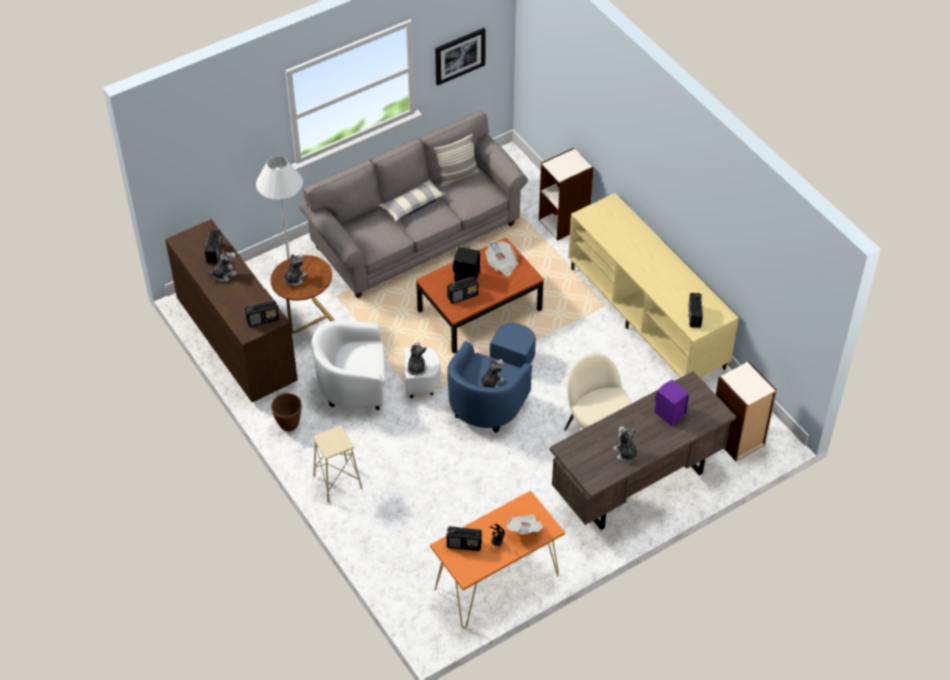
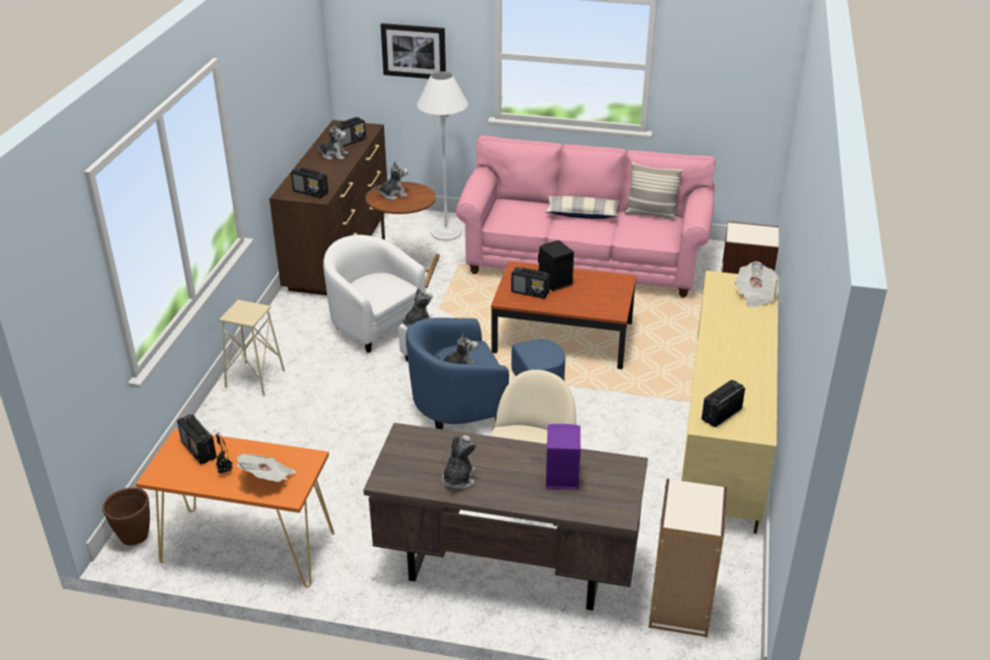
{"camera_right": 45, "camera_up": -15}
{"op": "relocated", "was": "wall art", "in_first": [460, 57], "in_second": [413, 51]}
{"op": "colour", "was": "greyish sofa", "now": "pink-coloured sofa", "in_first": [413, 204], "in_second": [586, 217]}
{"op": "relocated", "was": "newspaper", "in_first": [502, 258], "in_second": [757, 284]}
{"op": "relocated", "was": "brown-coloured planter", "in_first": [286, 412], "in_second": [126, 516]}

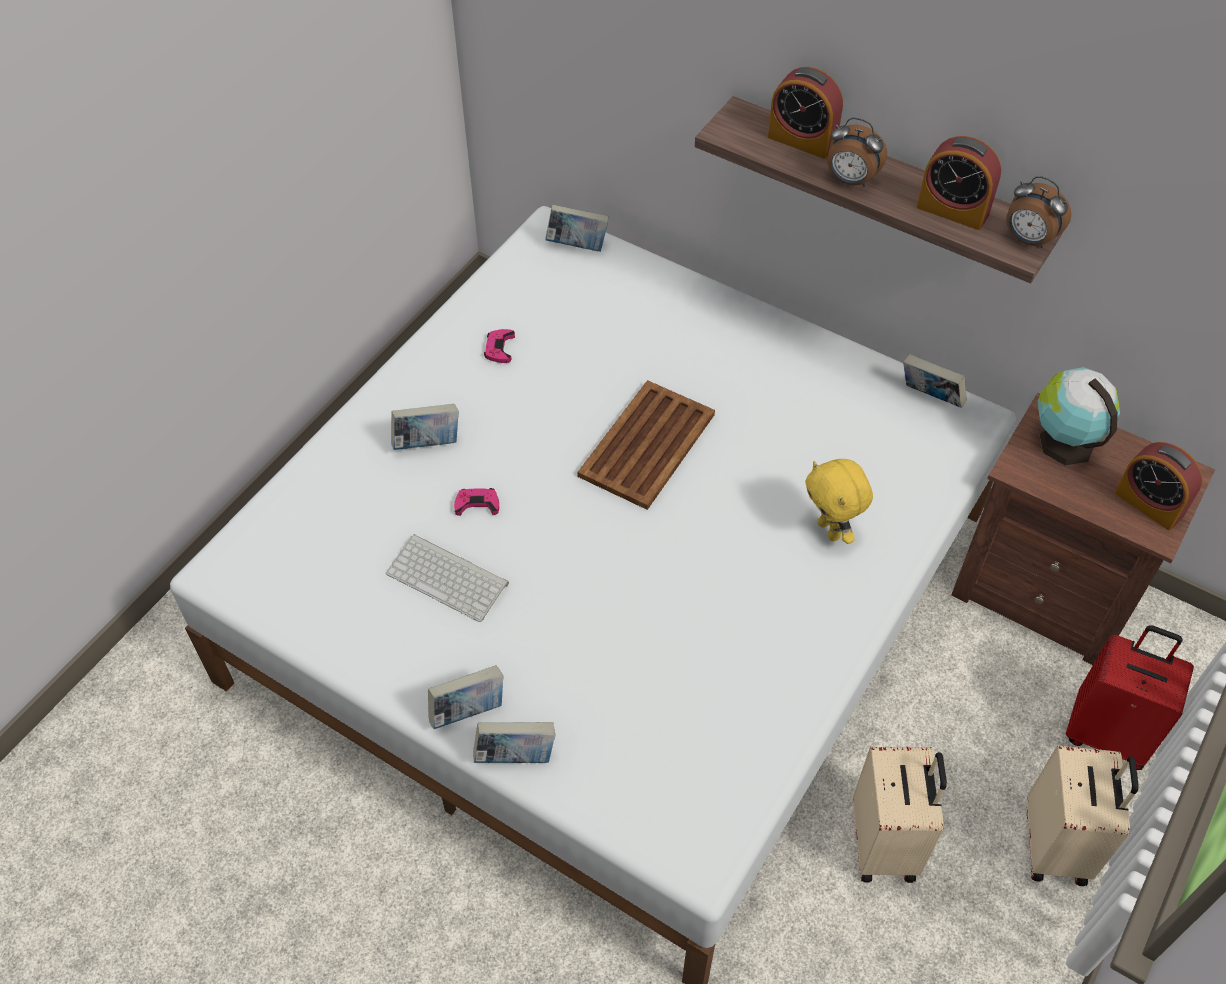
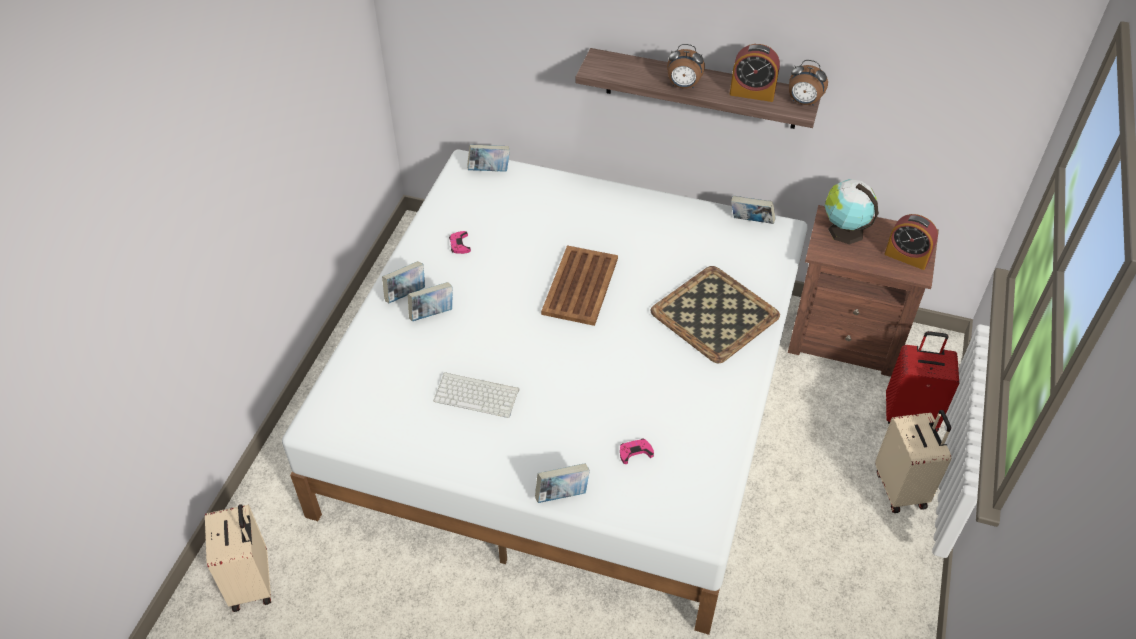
{"camera_right": -15, "camera_up": -5}
{"op": "missing", "was": "table clock", "in_first": [805, 113]}
{"op": "exchanged", "was": "yellow cuddly toy", "now": "tray", "in_first": [839, 501], "in_second": [715, 314]}
{"op": "relocated", "was": "pink-coloured joypad", "in_first": [476, 502], "in_second": [637, 451]}
{"op": "relocated", "was": "bound book", "in_first": [465, 697], "in_second": [403, 282]}
{"op": "relocated", "was": "beige piece of luggage", "in_first": [900, 815], "in_second": [238, 558]}

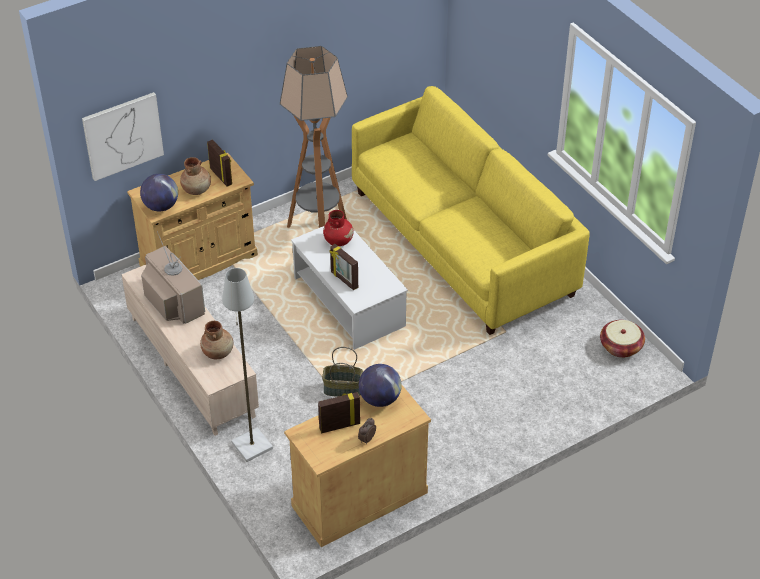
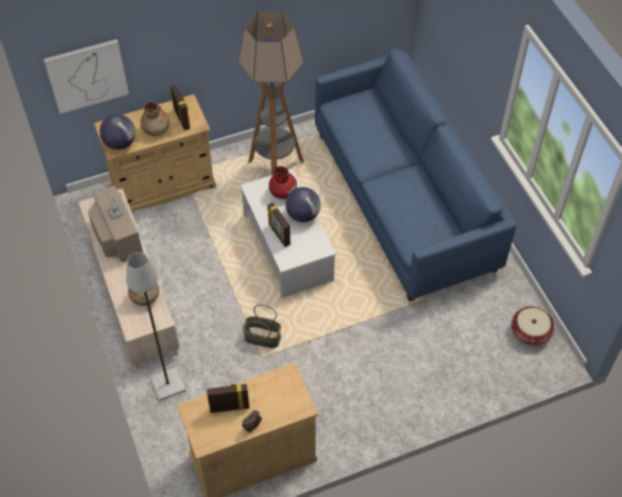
{"camera_right": 10, "camera_up": 10}
{"op": "colour", "was": "yellow sofa", "now": "bluish sofa", "in_first": [471, 210], "in_second": [416, 175]}
{"op": "relocated", "was": "world globe", "in_first": [380, 385], "in_second": [303, 204]}

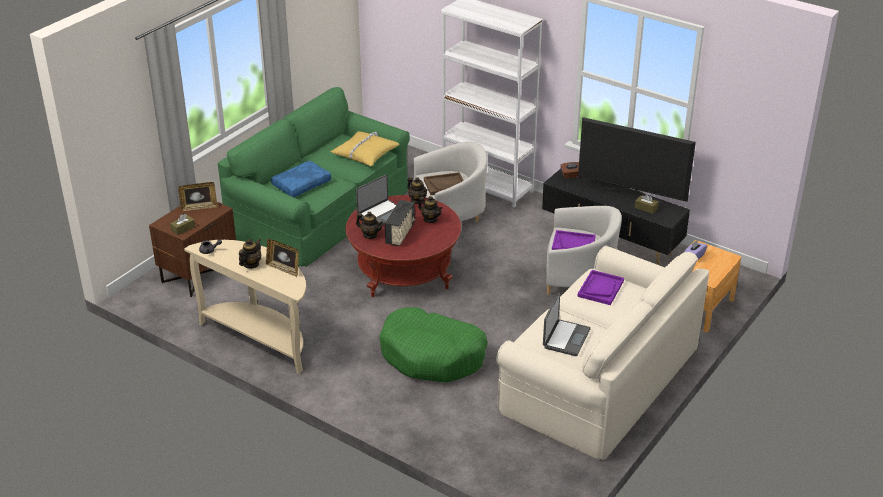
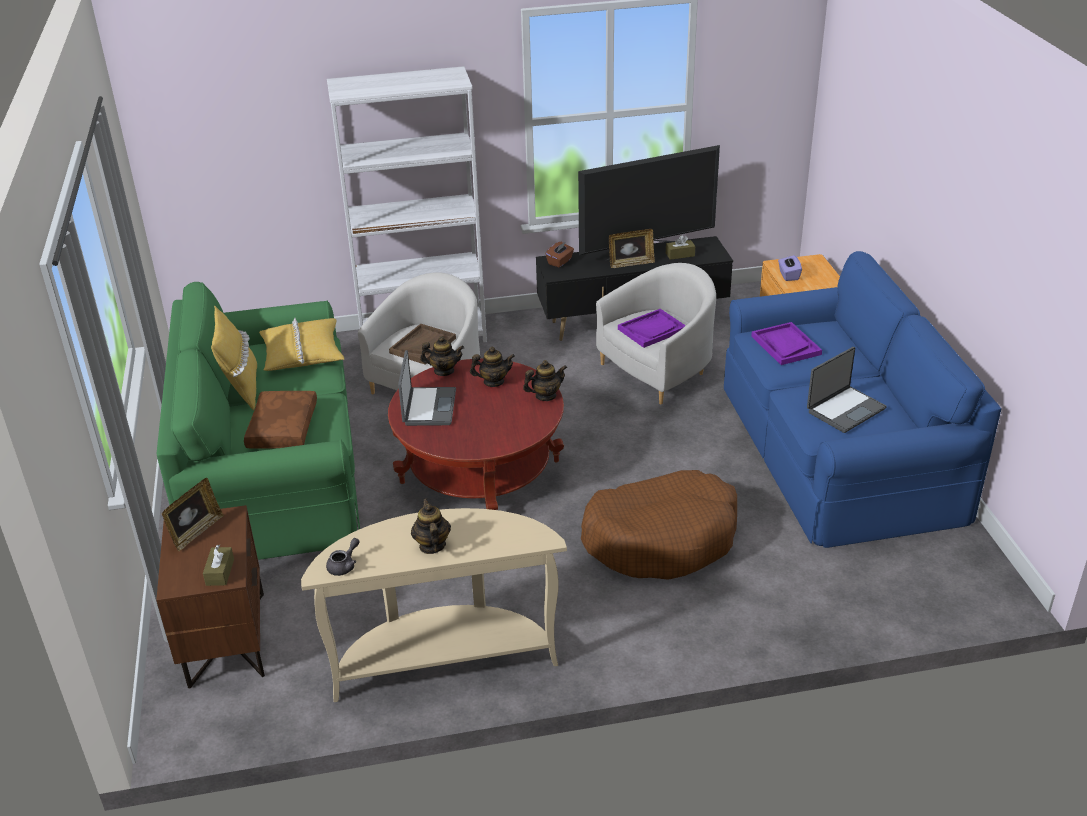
{"camera_right": -45, "camera_up": 0}
{"op": "colour", "was": "bluish cushion", "now": "brown-coloured cushion", "in_first": [301, 179], "in_second": [280, 420]}
{"op": "missing", "was": "radio set", "in_first": [400, 223]}
{"op": "relocated", "was": "tea pot", "in_first": [369, 225], "in_second": [545, 380]}
{"op": "relocated", "was": "photo frame", "in_first": [282, 258], "in_second": [632, 248]}
{"op": "colour", "was": "beige sofa", "now": "bluish sofa", "in_first": [602, 353], "in_second": [862, 399]}
{"op": "spun", "was": "notebook computer", "in_first": [567, 324], "in_second": [847, 390], "clockwise": 75}
{"op": "colour", "was": "green pet bed", "now": "brown-coloured pet bed", "in_first": [433, 344], "in_second": [659, 525]}
{"op": "appeared", "now": "yellow cushion", "in_second": [234, 358]}

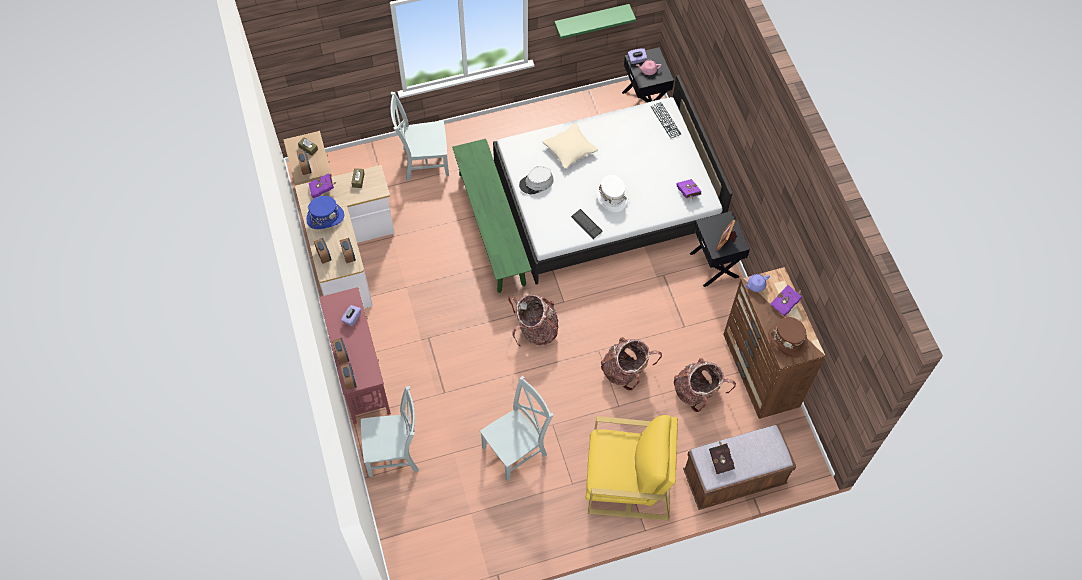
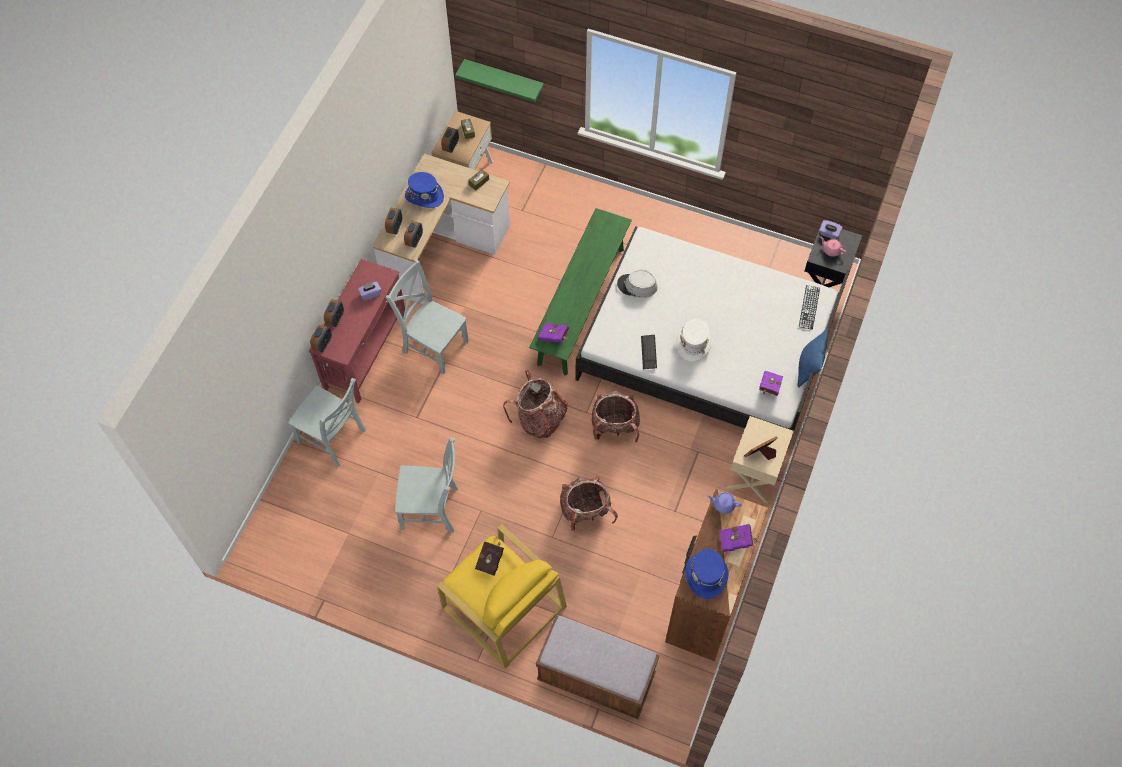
{"camera_right": 40, "camera_up": 0}
{"op": "relocated", "was": "green wall shelf", "in_first": [595, 21], "in_second": [499, 80]}
{"op": "relocated", "was": "greyish plain chair", "in_first": [419, 136], "in_second": [427, 317]}
{"op": "missing", "was": "beige cushion", "in_first": [570, 146]}
{"op": "relocated", "was": "purple-coloured bound book", "in_first": [322, 185], "in_second": [554, 332]}
{"op": "colour", "was": "black-coloured bedside table", "now": "beige bedside table", "in_first": [720, 249], "in_second": [760, 460]}
{"op": "colour", "was": "brown-coloured wearable hat", "now": "bluish wearable hat", "in_first": [788, 337], "in_second": [706, 574]}
{"op": "relocated", "was": "backpack", "in_first": [705, 385], "in_second": [616, 416]}
{"op": "relocated", "was": "red bound book", "in_first": [722, 457], "in_second": [489, 558]}
{"op": "appeared", "now": "bluish cushion", "in_second": [812, 358]}

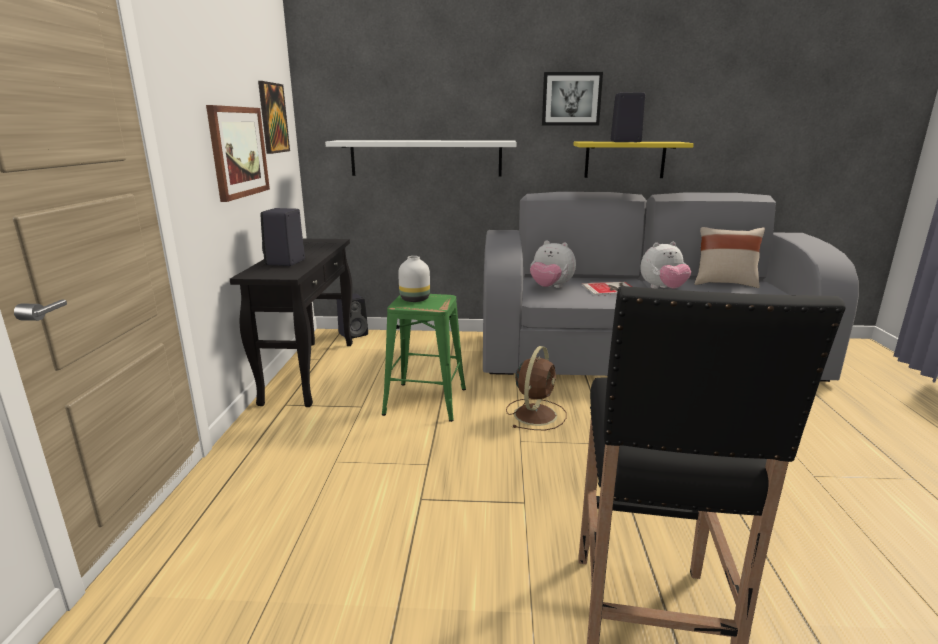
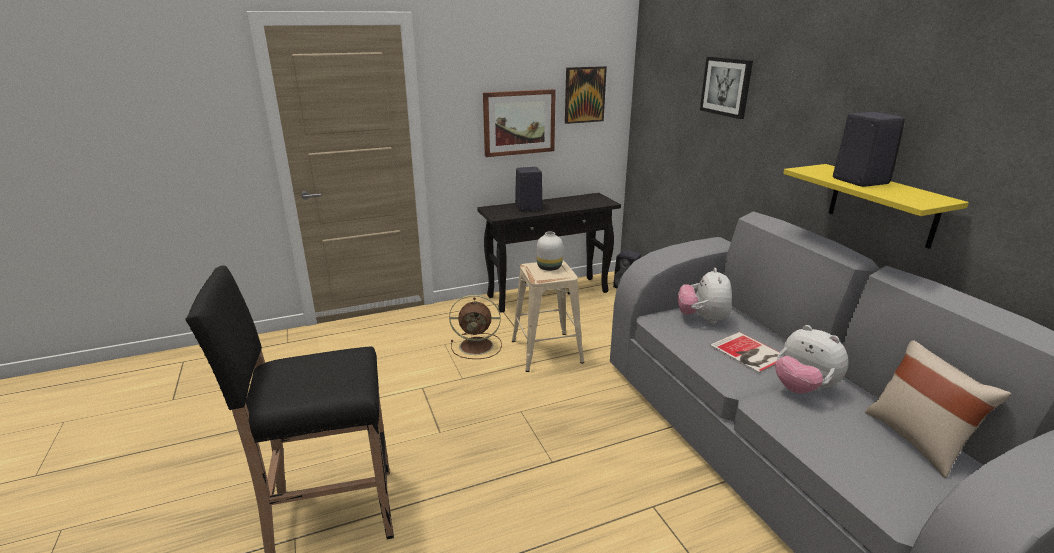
{"camera_right": 65, "camera_up": 5}
{"op": "relocated", "was": "wall art", "in_first": [572, 99], "in_second": [726, 88]}
{"op": "missing", "was": "whitish wall shelf", "in_first": [421, 158]}
{"op": "colour", "was": "green sitting stool", "now": "beige sitting stool", "in_first": [424, 358], "in_second": [548, 316]}
{"op": "relocated", "was": "brown-coloured fan", "in_first": [536, 388], "in_second": [475, 327]}

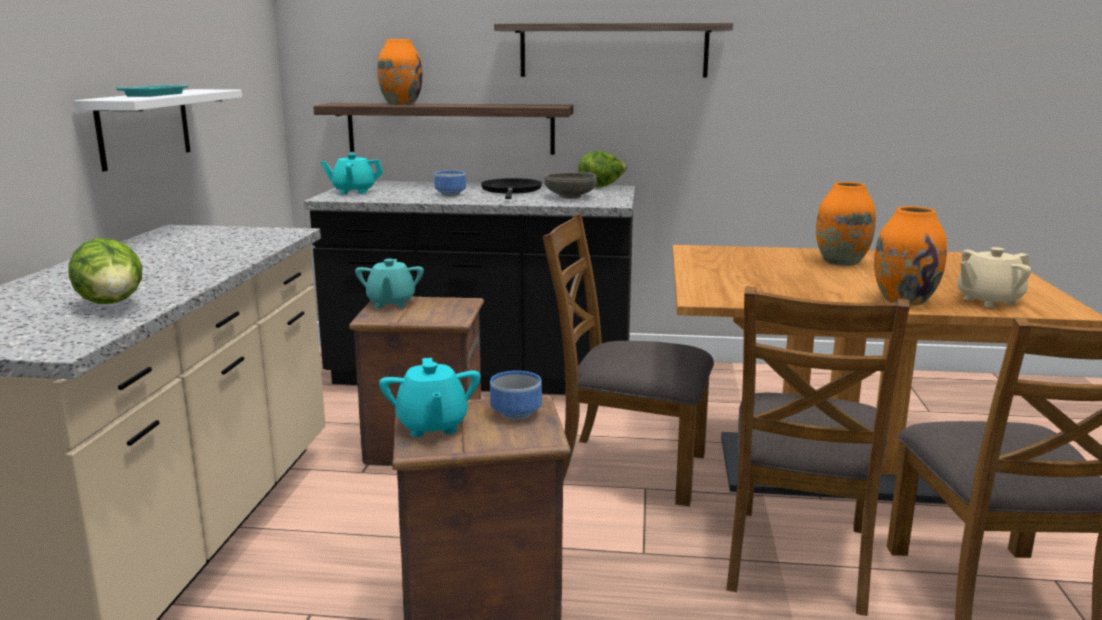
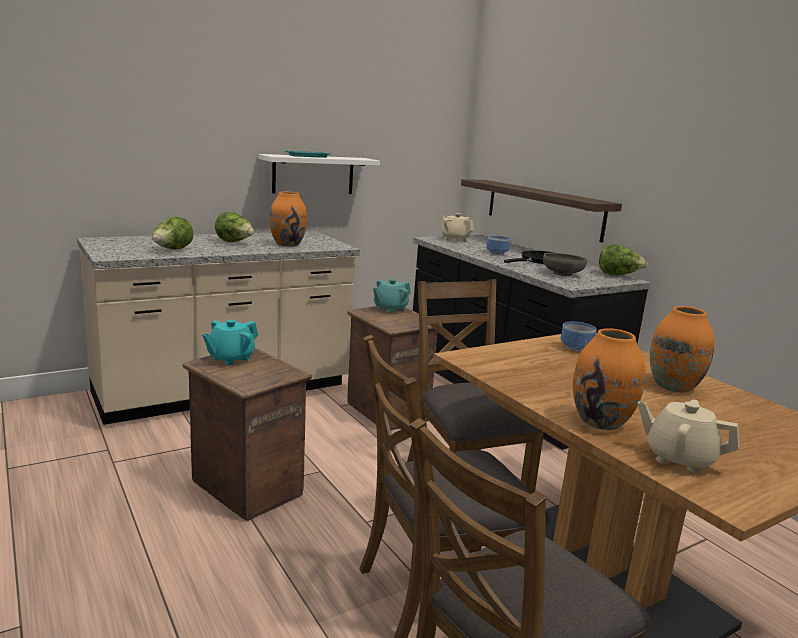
{"camera_right": 50, "camera_up": 0}
{"op": "missing", "was": "wall shelf", "in_first": [613, 50]}
{"op": "relocated", "was": "orangey vase", "in_first": [400, 72], "in_second": [288, 219]}
{"op": "colour", "was": "turquoise tea pot", "now": "beige tea pot", "in_first": [351, 173], "in_second": [457, 227]}
{"op": "relocated", "was": "deep dish", "in_first": [516, 395], "in_second": [578, 336]}
{"op": "appeared", "now": "lettuce head", "in_second": [234, 227]}

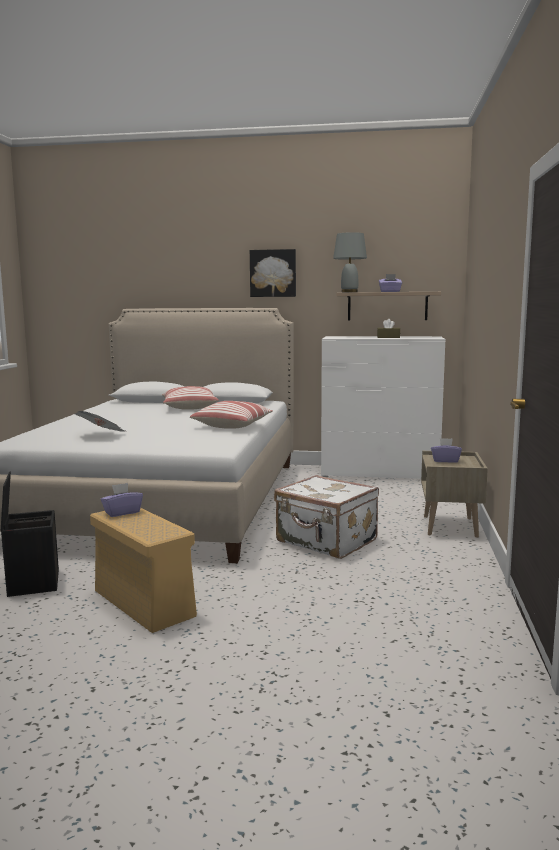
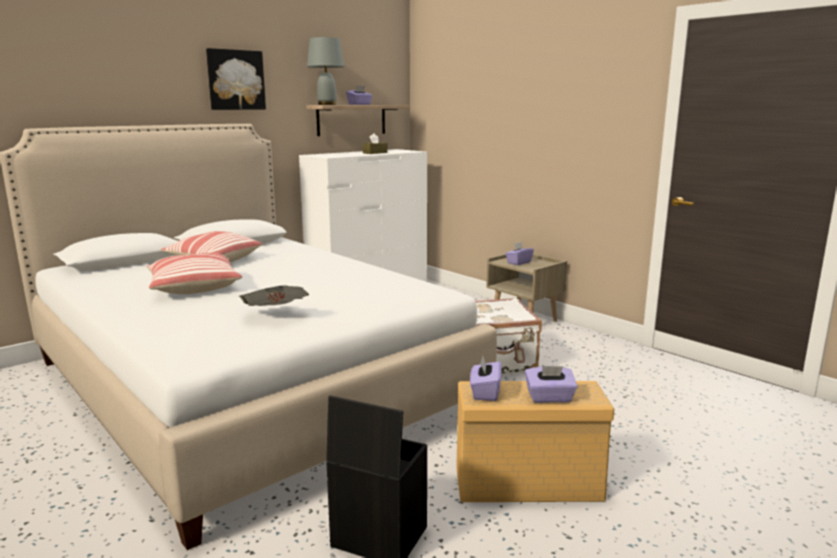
{"camera_right": -50, "camera_up": 5}
{"op": "relocated", "was": "cushion", "in_first": [231, 415], "in_second": [194, 273]}
{"op": "appeared", "now": "purple-coloured tissue box", "in_second": [551, 384]}

